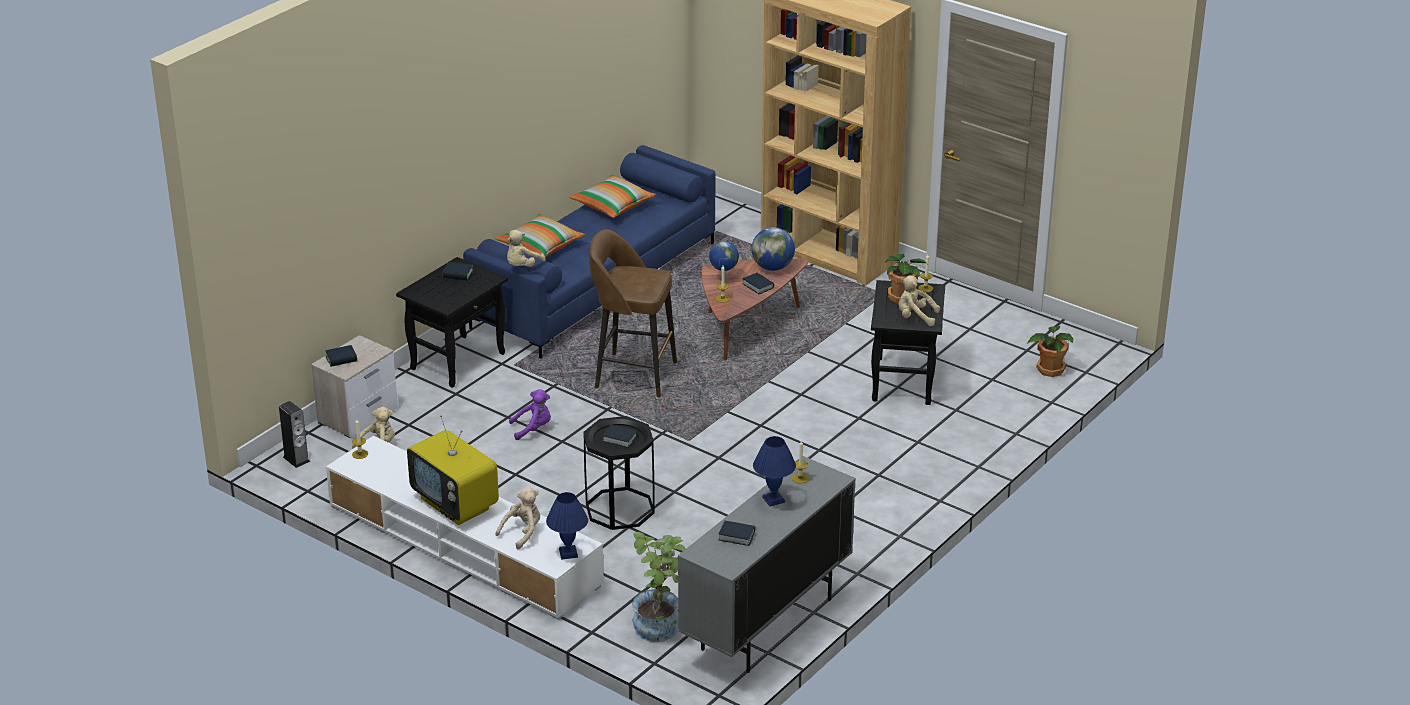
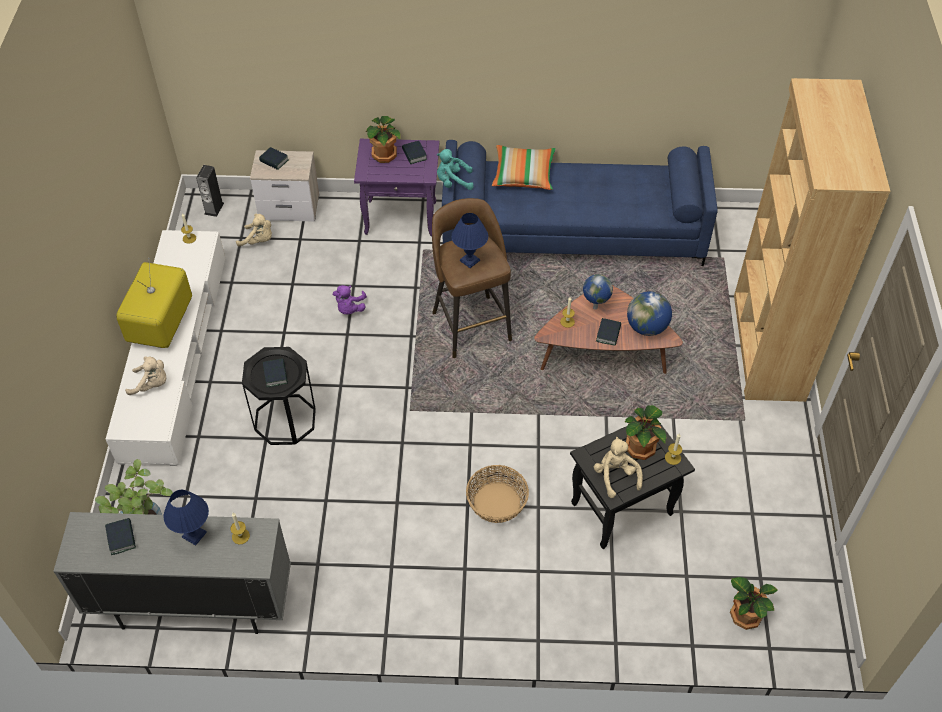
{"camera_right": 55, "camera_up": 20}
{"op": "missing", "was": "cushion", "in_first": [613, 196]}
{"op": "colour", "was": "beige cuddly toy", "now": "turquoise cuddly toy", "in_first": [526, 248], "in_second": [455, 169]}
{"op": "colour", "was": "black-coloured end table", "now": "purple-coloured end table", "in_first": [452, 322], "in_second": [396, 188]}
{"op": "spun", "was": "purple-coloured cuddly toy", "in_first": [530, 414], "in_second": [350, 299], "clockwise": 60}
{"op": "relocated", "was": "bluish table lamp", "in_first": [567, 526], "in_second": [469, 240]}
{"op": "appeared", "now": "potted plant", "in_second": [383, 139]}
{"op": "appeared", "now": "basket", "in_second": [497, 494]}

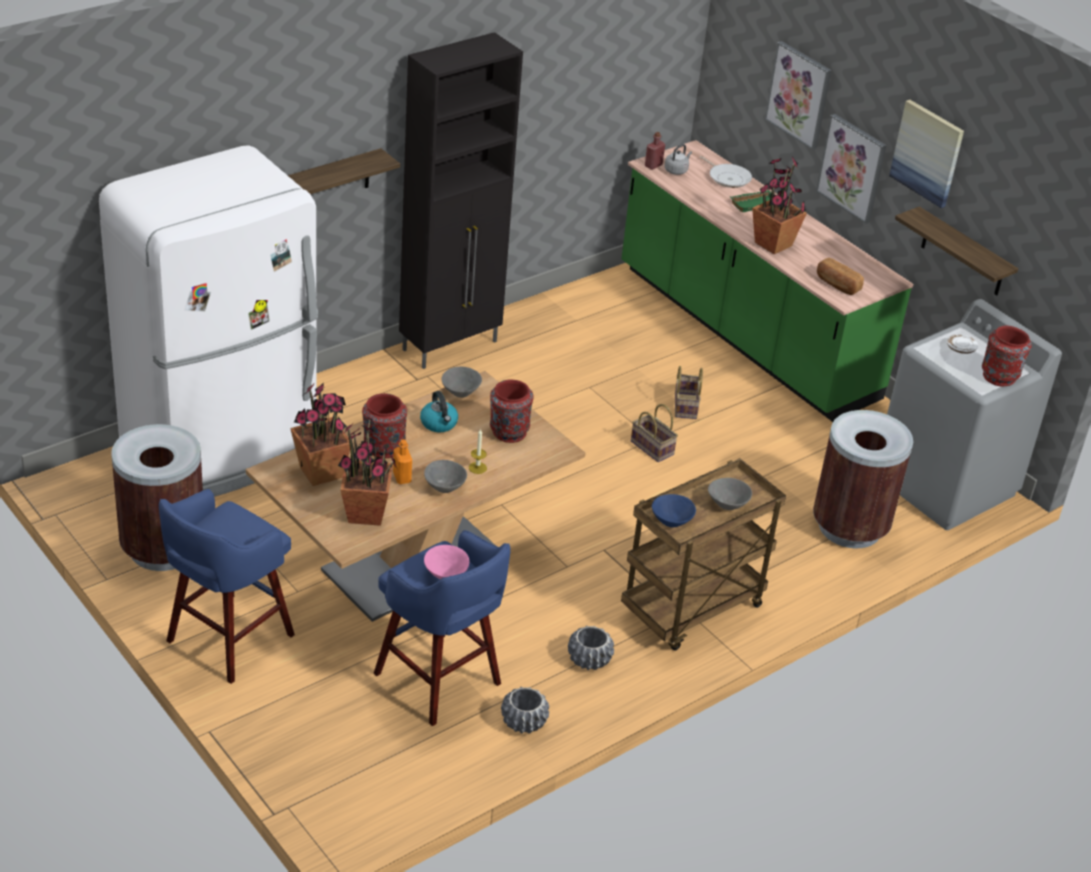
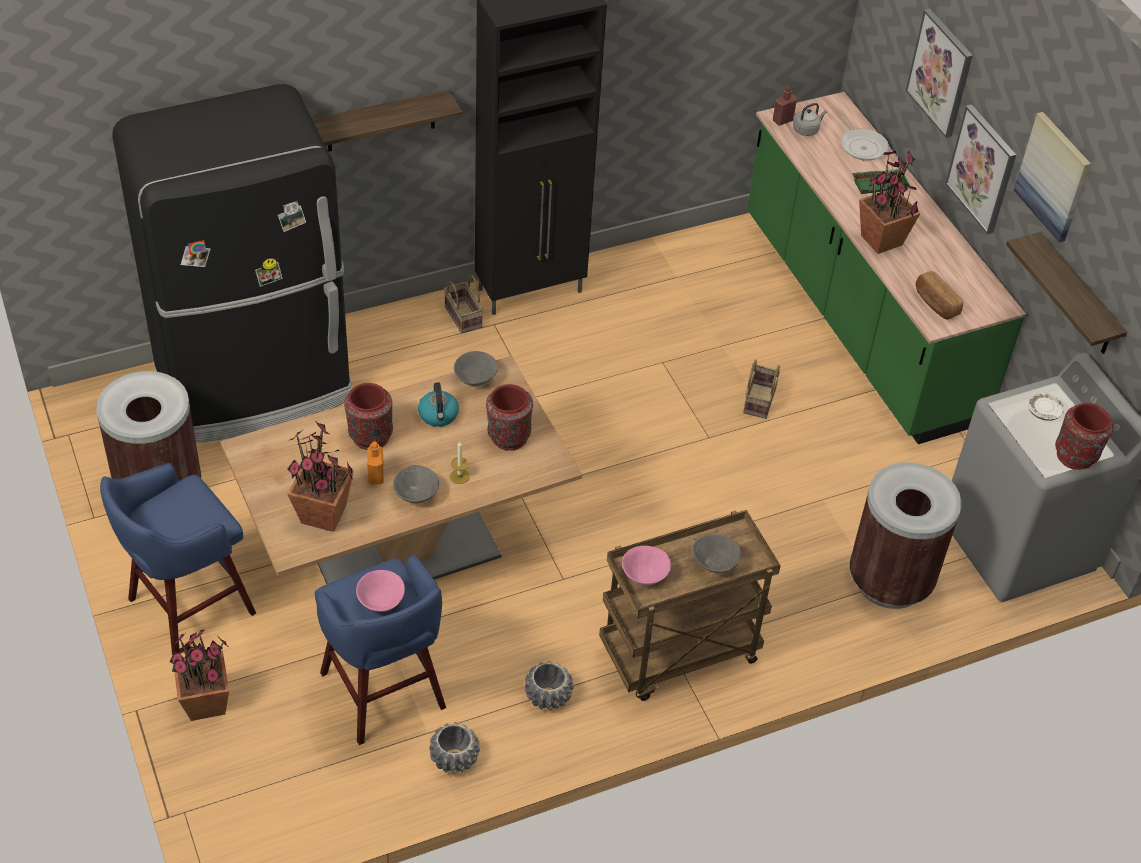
{"camera_right": 15, "camera_up": 10}
{"op": "colour", "was": "whitish refrigerator", "now": "black-coloured refrigerator", "in_first": [208, 321], "in_second": [232, 263]}
{"op": "relocated", "was": "potted plant", "in_first": [320, 434], "in_second": [199, 675]}
{"op": "relocated", "was": "basket", "in_first": [654, 433], "in_second": [463, 304]}
{"op": "colour", "was": "bluish deep dish", "now": "pink-coloured deep dish", "in_first": [674, 510], "in_second": [646, 565]}

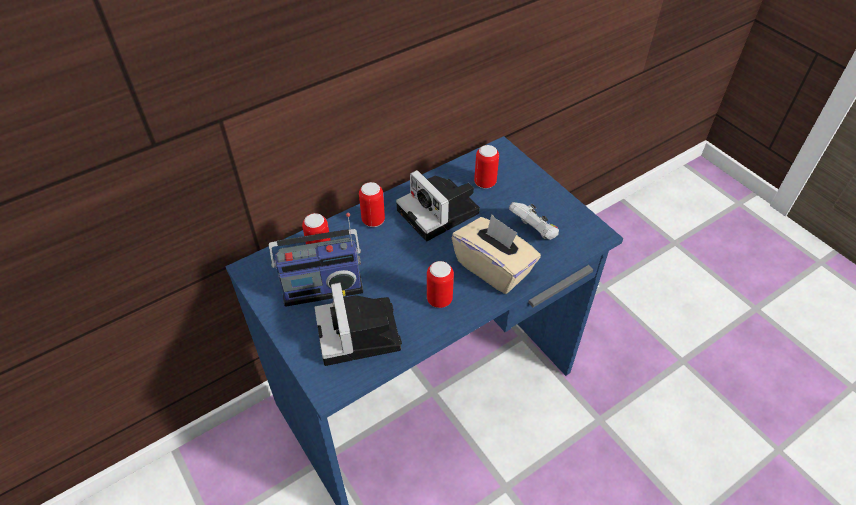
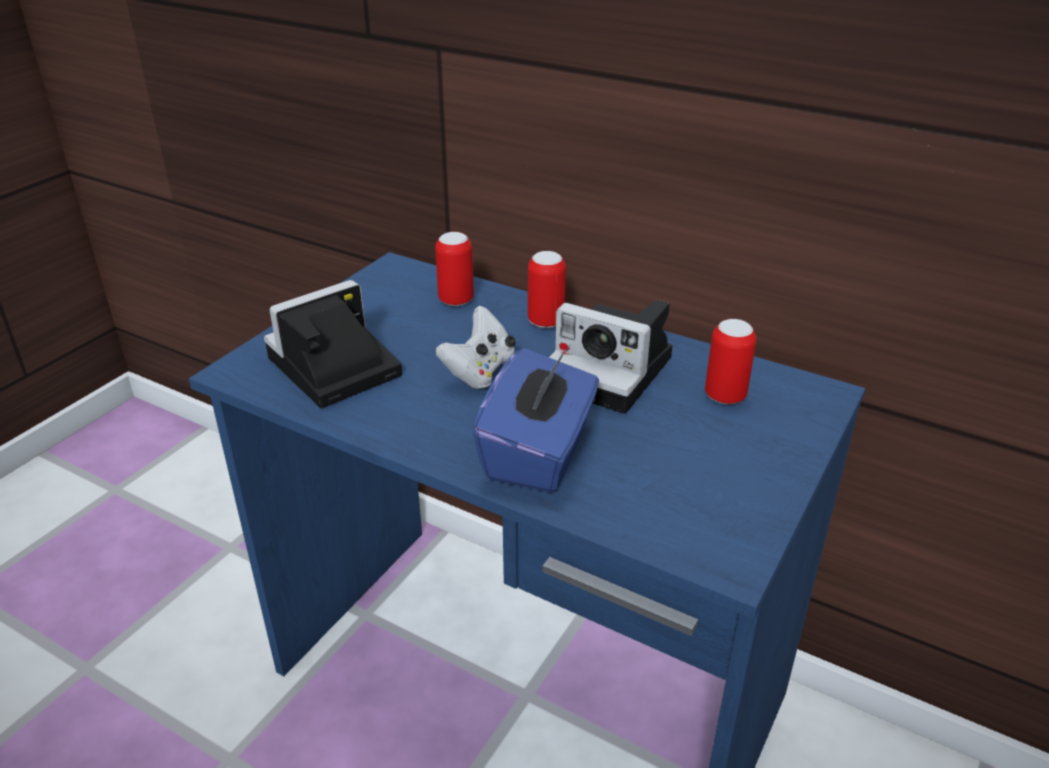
{"camera_right": 65, "camera_up": -15}
{"op": "spun", "was": "still camera", "in_first": [438, 205], "in_second": [611, 357], "clockwise": -90}
{"op": "relocated", "was": "whitish joypad", "in_first": [534, 221], "in_second": [475, 347]}
{"op": "missing", "was": "radio set", "in_first": [316, 260]}
{"op": "colour", "was": "beige tissue box", "now": "bluish tissue box", "in_first": [496, 254], "in_second": [535, 420]}
{"op": "missing", "was": "sealed can", "in_first": [440, 284]}

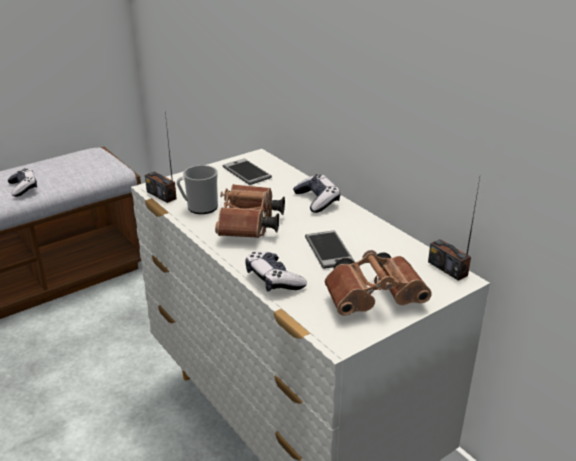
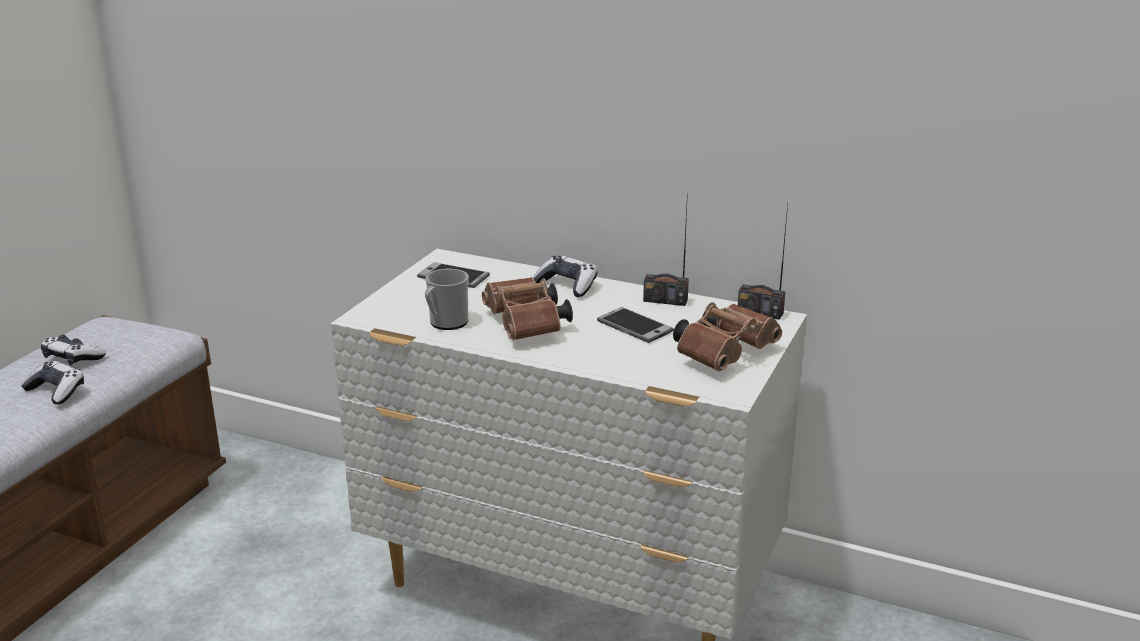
{"camera_right": -30, "camera_up": -5}
{"op": "relocated", "was": "radio set", "in_first": [161, 157], "in_second": [666, 248]}
{"op": "relocated", "was": "joypad", "in_first": [276, 271], "in_second": [73, 349]}

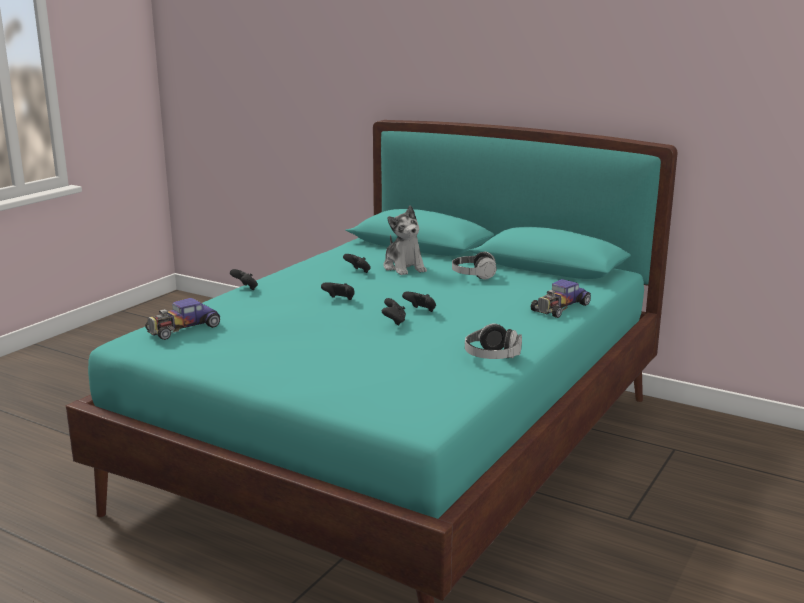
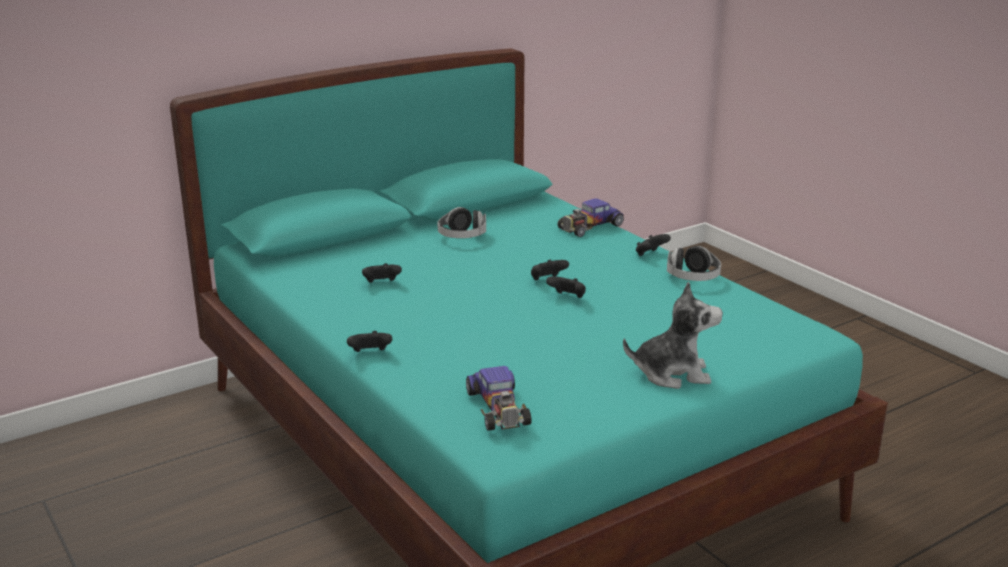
{"camera_right": -65, "camera_up": 5}
{"op": "relocated", "was": "cuddly toy", "in_first": [405, 240], "in_second": [673, 335]}
{"op": "spun", "was": "model car", "in_first": [561, 298], "in_second": [591, 217], "clockwise": 75}
{"op": "relocated", "was": "black-coloured joypad", "in_first": [337, 291], "in_second": [653, 245]}

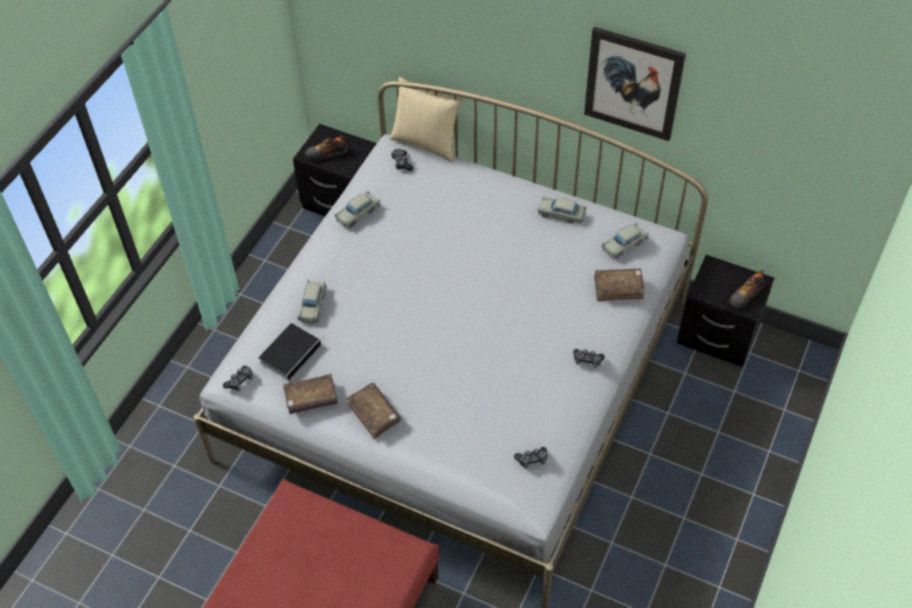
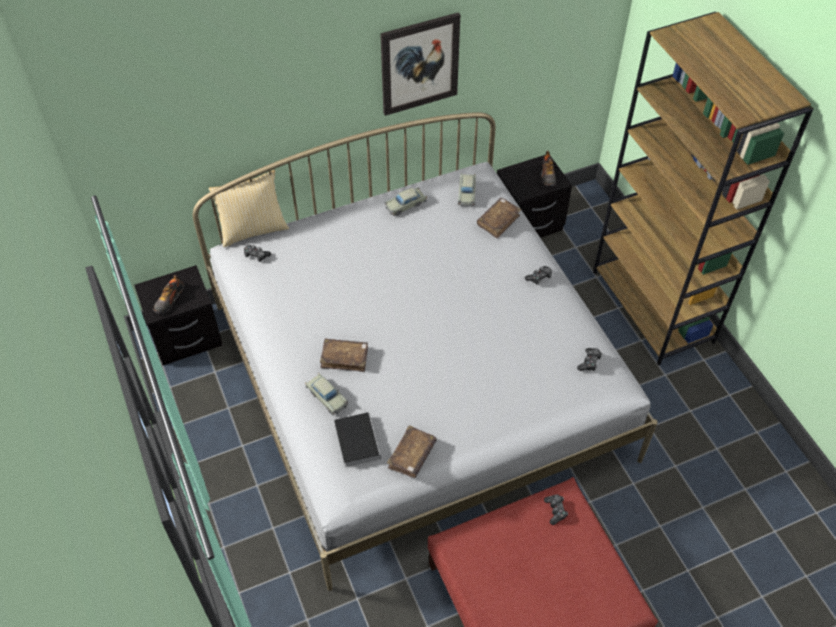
{"camera_right": -50, "camera_up": 0}
{"op": "missing", "was": "beige model car", "in_first": [357, 209]}
{"op": "relocated", "was": "joypad", "in_first": [238, 378], "in_second": [556, 509]}
{"op": "relocated", "was": "brown-coloured bound book", "in_first": [373, 411], "in_second": [344, 355]}
{"op": "appeared", "now": "brown-coloured bookcase", "in_second": [703, 188]}

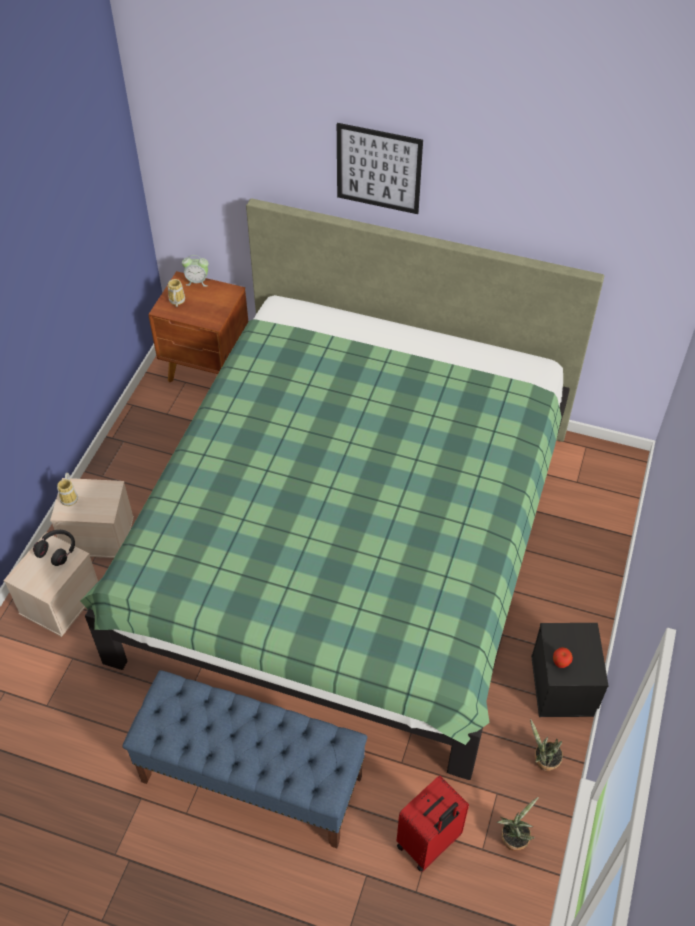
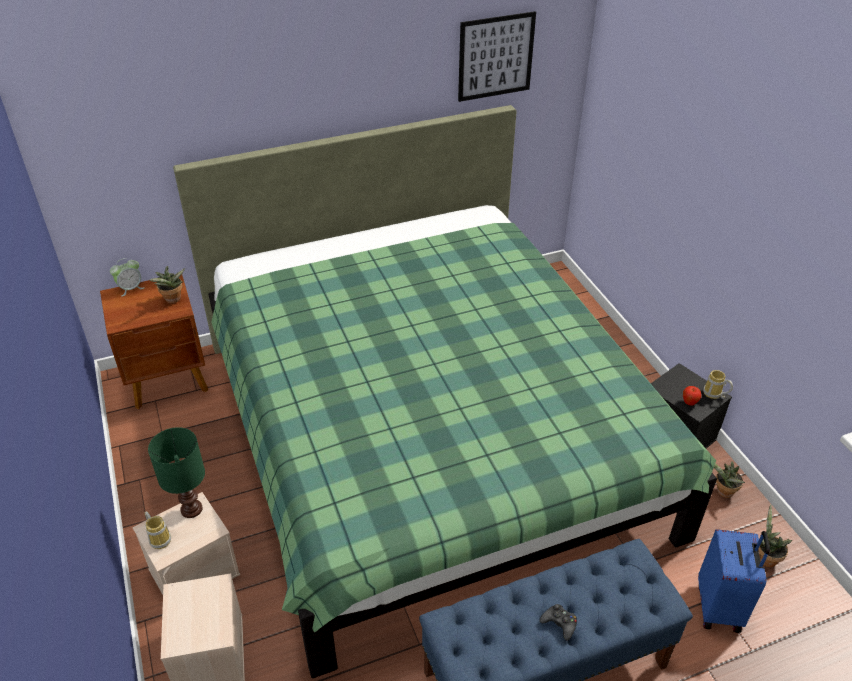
{"camera_right": -40, "camera_up": -10}
{"op": "relocated", "was": "wall art", "in_first": [380, 168], "in_second": [497, 56]}
{"op": "relocated", "was": "coffee mug", "in_first": [176, 293], "in_second": [718, 384]}
{"op": "missing", "was": "black-coloured headphones", "in_first": [54, 548]}
{"op": "colour", "was": "red piece of luggage", "now": "bluish piece of luggage", "in_first": [433, 823], "in_second": [734, 581]}
{"op": "appeared", "now": "potted plant", "in_second": [167, 285]}
{"op": "appeared", "now": "green table lamp", "in_second": [176, 472]}
{"op": "appeared", "now": "black-coloured joypad", "in_second": [558, 622]}

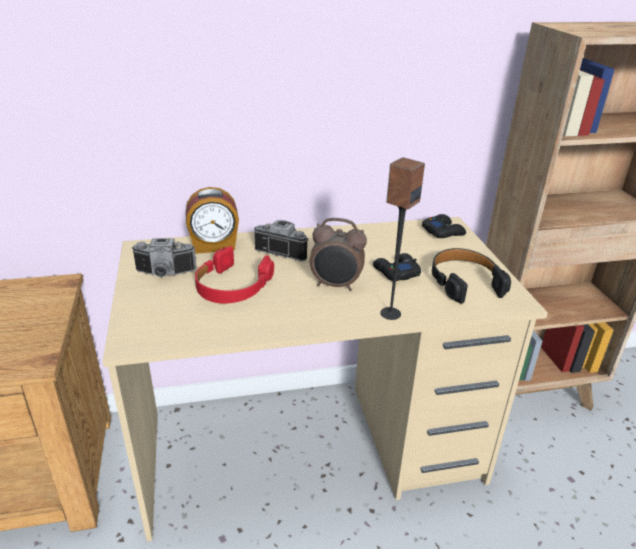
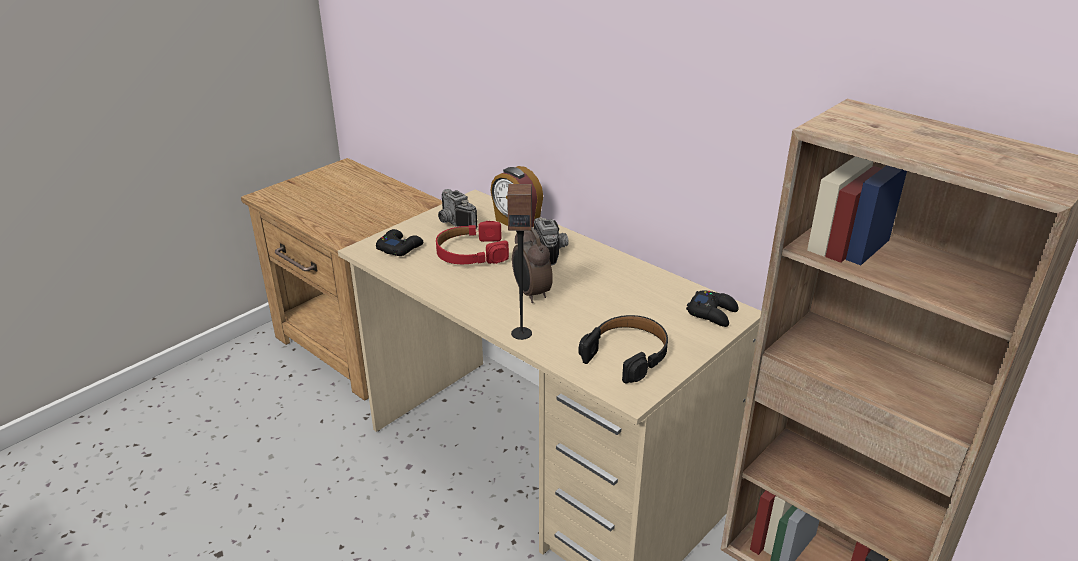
{"camera_right": 55, "camera_up": 0}
{"op": "relocated", "was": "black-coloured joypad", "in_first": [397, 267], "in_second": [399, 242]}

